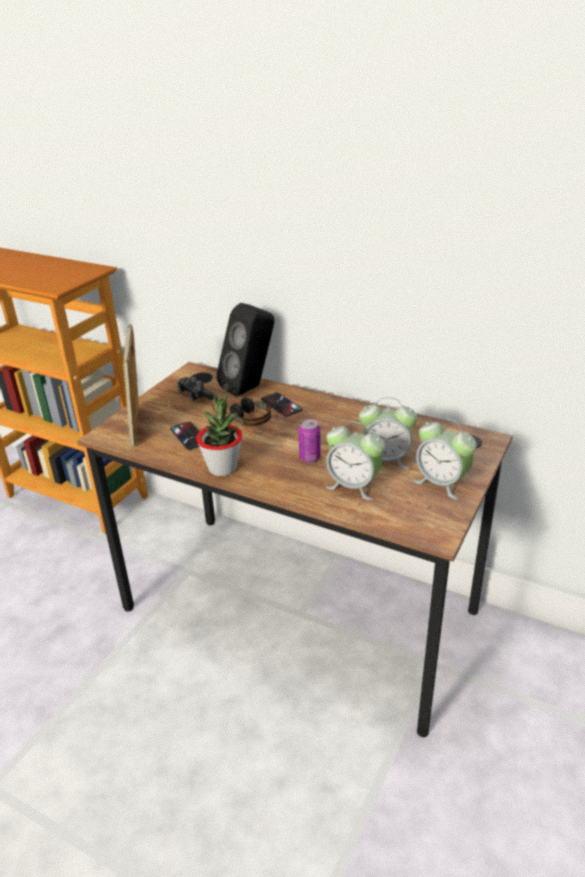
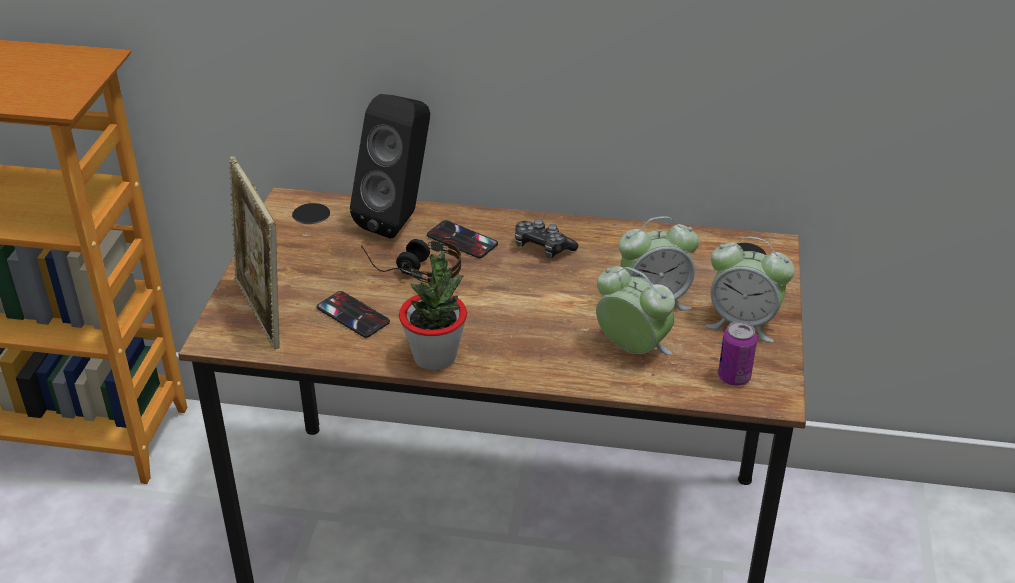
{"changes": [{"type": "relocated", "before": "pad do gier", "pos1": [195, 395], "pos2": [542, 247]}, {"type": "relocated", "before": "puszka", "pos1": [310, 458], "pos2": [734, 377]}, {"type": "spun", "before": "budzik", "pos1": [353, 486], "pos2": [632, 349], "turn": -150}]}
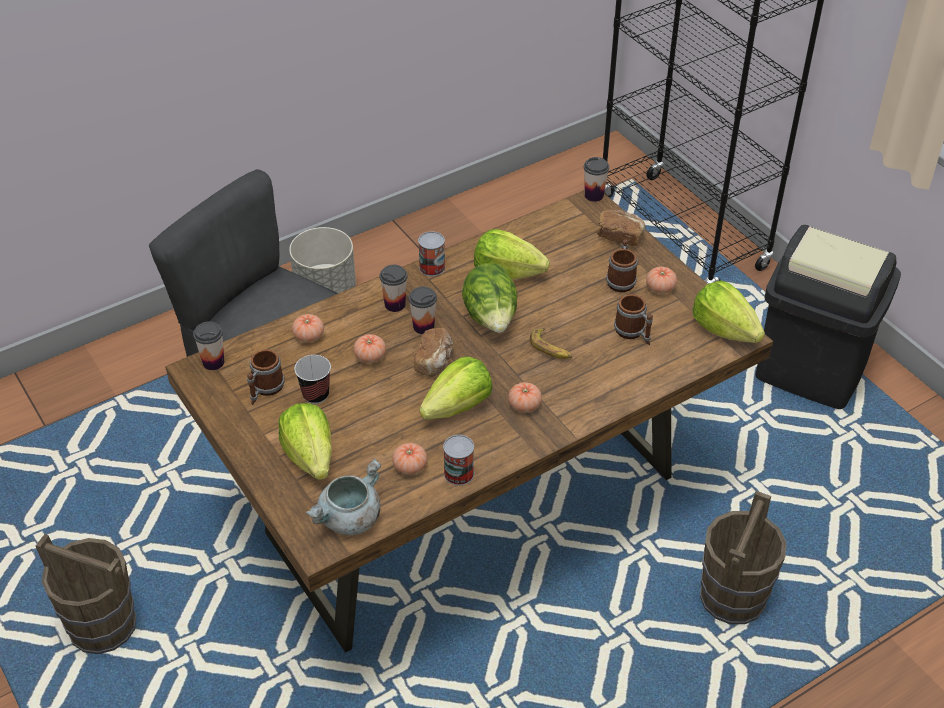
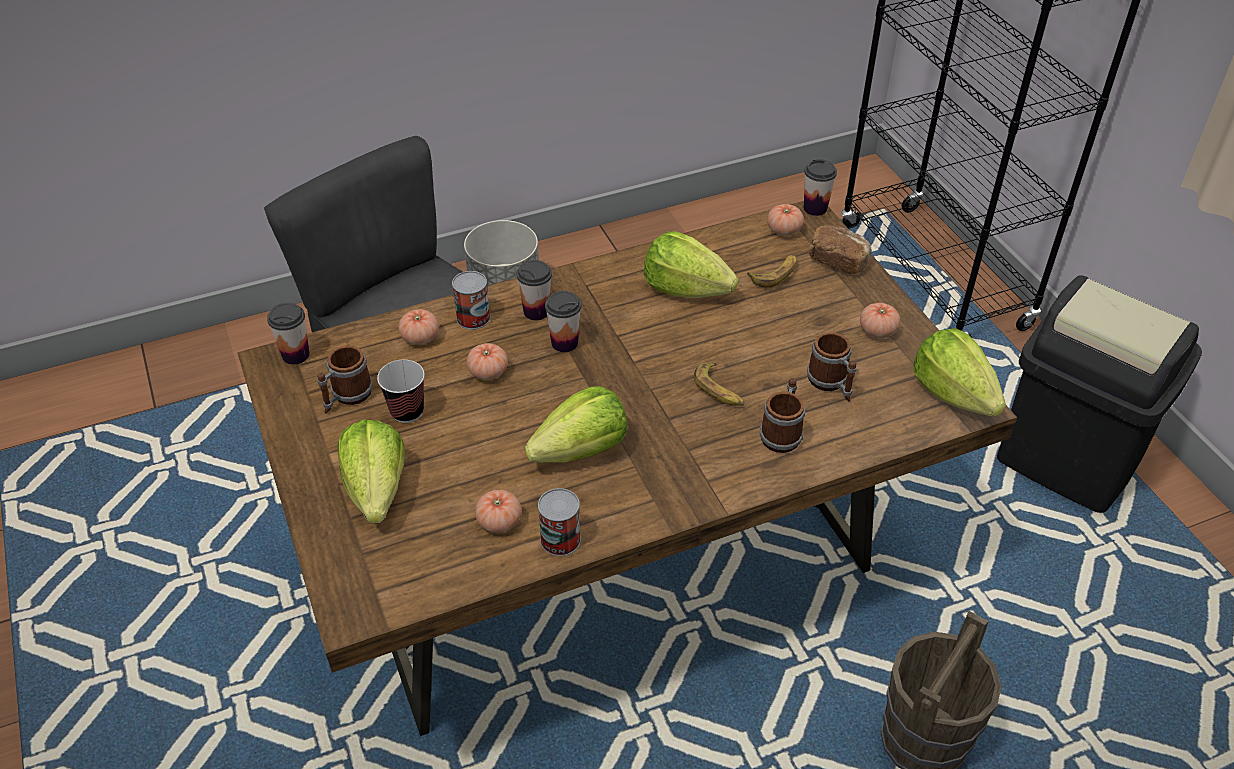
{"changes": [{"type": "relocated", "before": "puszka", "pos1": [432, 267], "pos2": [473, 318]}, {"type": "relocated", "before": "kubek", "pos1": [621, 279], "pos2": [782, 433]}, {"type": "missing", "before": "sałata", "pos1": [491, 318]}, {"type": "missing", "before": "chleb", "pos1": [435, 361]}, {"type": "relocated", "before": "pomidor", "pos1": [524, 405], "pos2": [784, 230]}, {"type": "missing", "before": "garnek/szary", "pos1": [349, 520]}, {"type": "missing", "before": "wiadro/brązowy", "pos1": [102, 626]}, {"type": "appeared", "after": "banan", "pos2": [775, 274]}]}
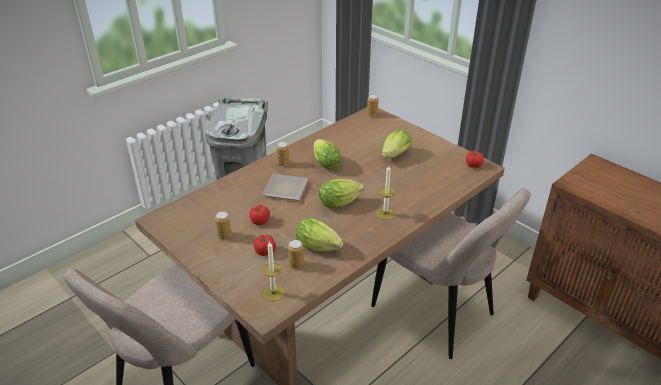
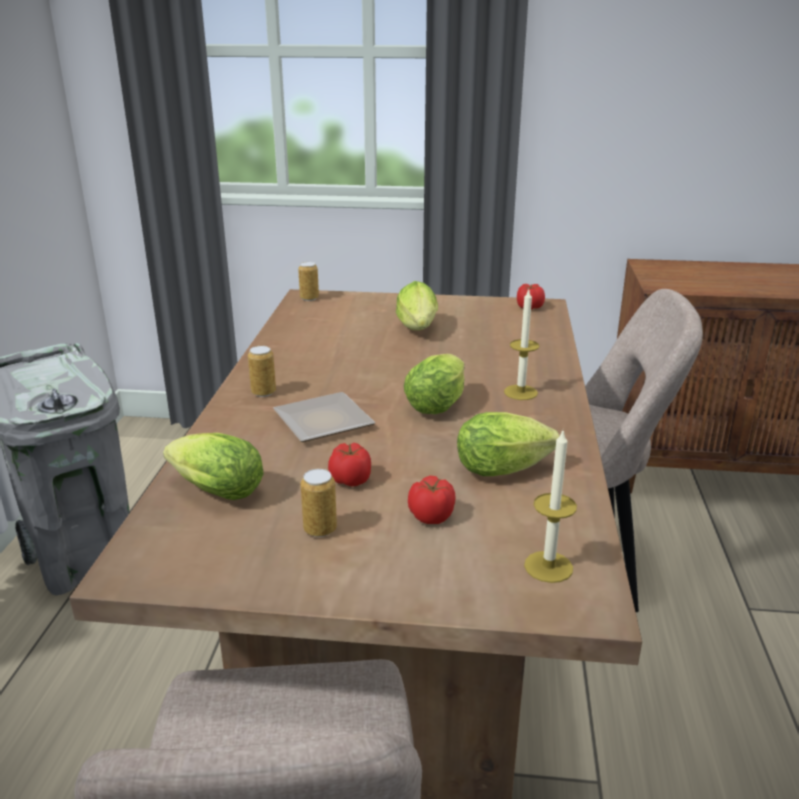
{"changes": [{"type": "relocated", "before": "sałata", "pos1": [324, 163], "pos2": [213, 490]}, {"type": "missing", "before": "puszka", "pos1": [296, 265]}]}
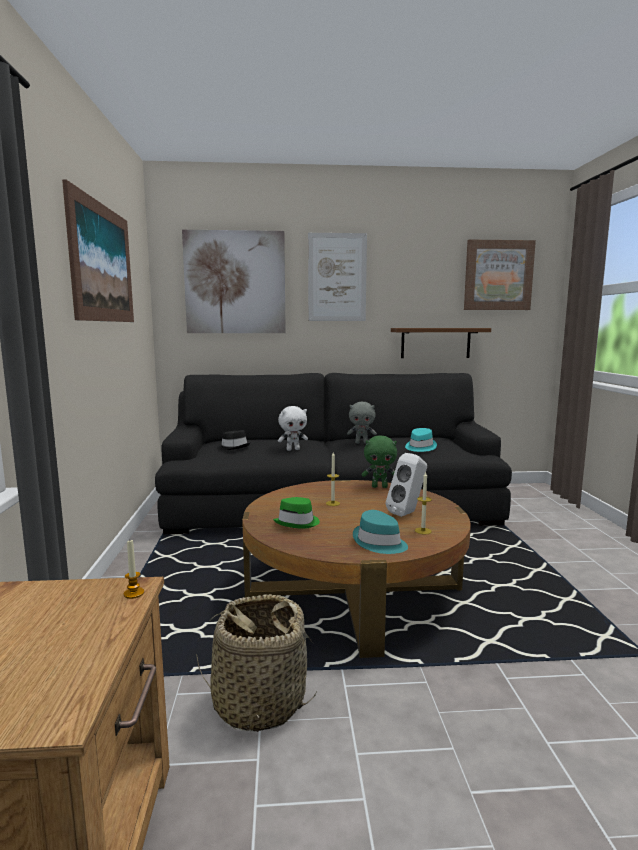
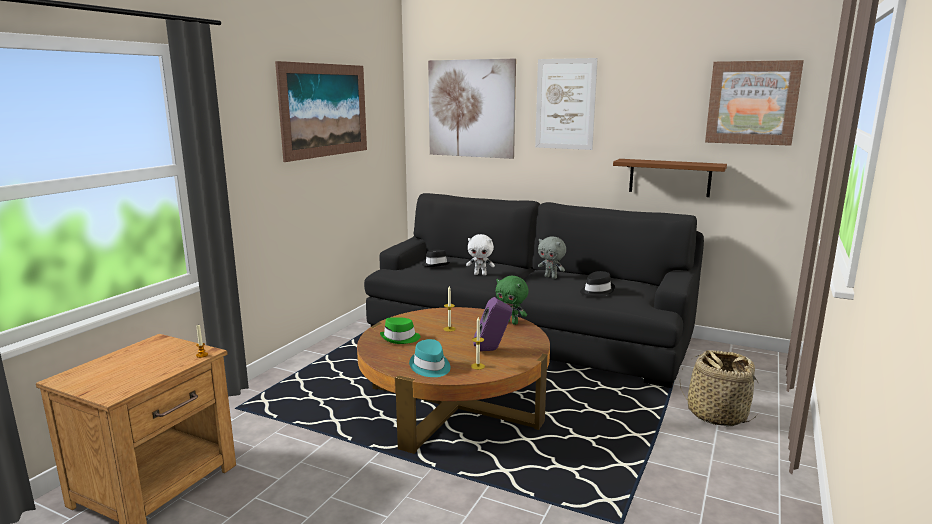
{"changes": [{"type": "colour", "before": "kapelusz/turkusowy", "after": "kapelusz/czarny", "pos1": [420, 447], "pos2": [596, 291]}, {"type": "colour", "before": "głośnik/biały", "after": "głośnik/fioletowy", "pos1": [408, 513], "pos2": [492, 350]}, {"type": "relocated", "before": "koszyk", "pos1": [259, 702], "pos2": [716, 414]}]}
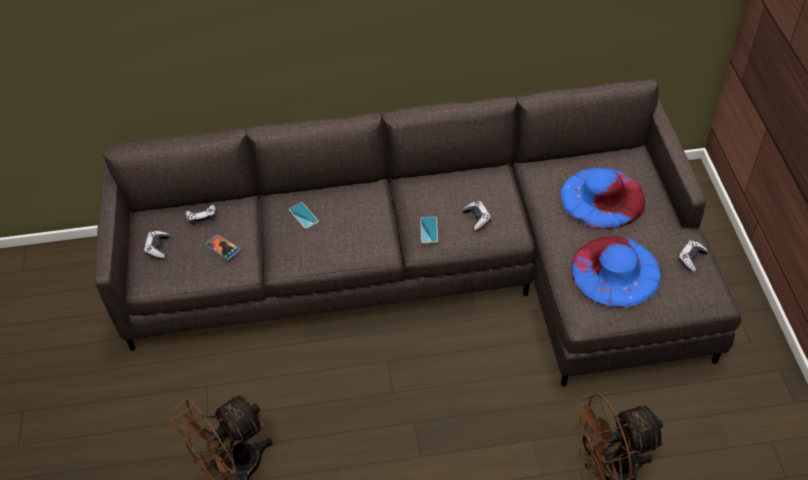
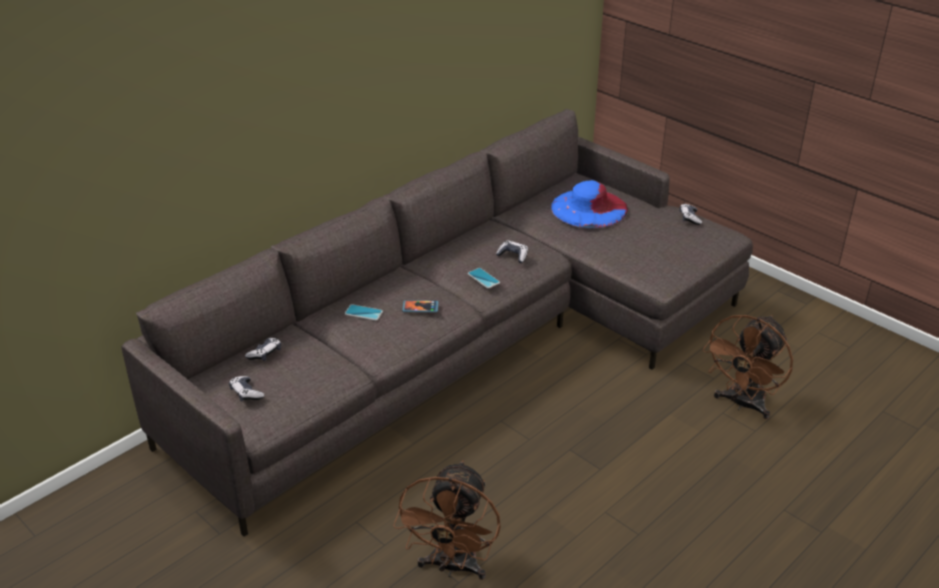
{"changes": [{"type": "relocated", "before": "telefon", "pos1": [223, 248], "pos2": [420, 307]}, {"type": "missing", "before": "kapelusz/niebieski", "pos1": [616, 271]}]}
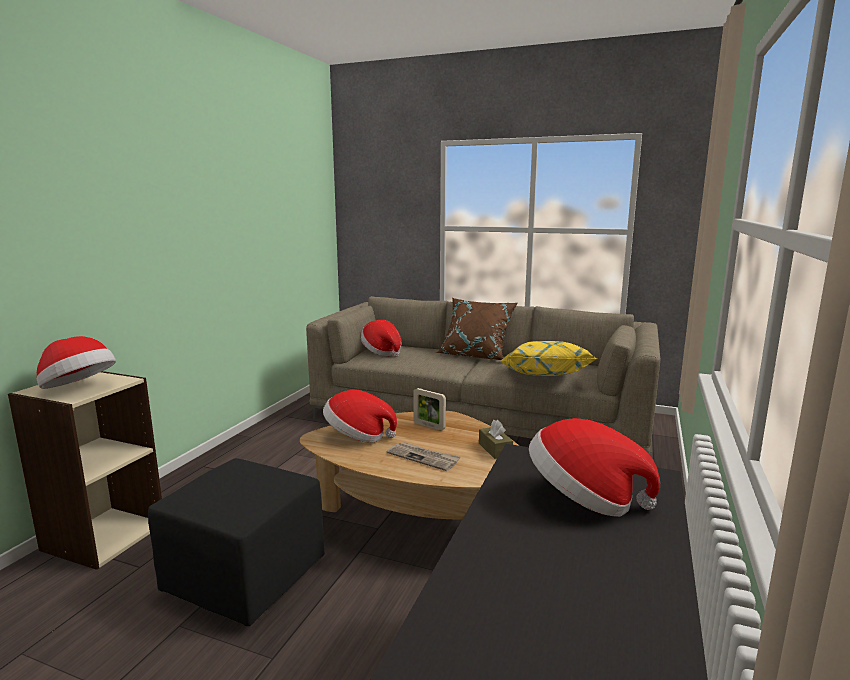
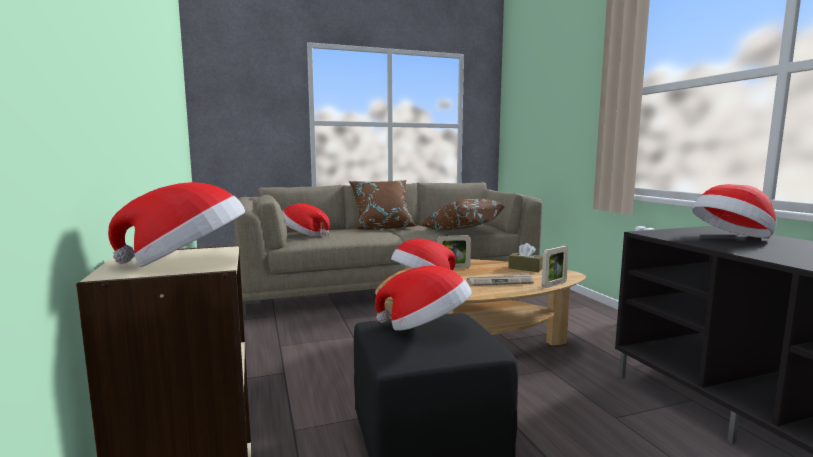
{"changes": [{"type": "colour", "before": "poduszka/żółty", "after": "poduszka/brązowy", "pos1": [543, 377], "pos2": [461, 230]}, {"type": "appeared", "after": "ramka na zdjęcie", "pos2": [554, 284]}, {"type": "appeared", "after": "kapelusz", "pos2": [426, 327]}]}
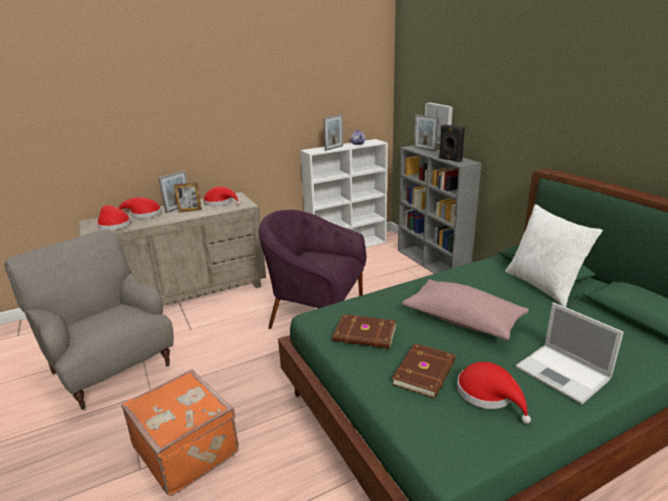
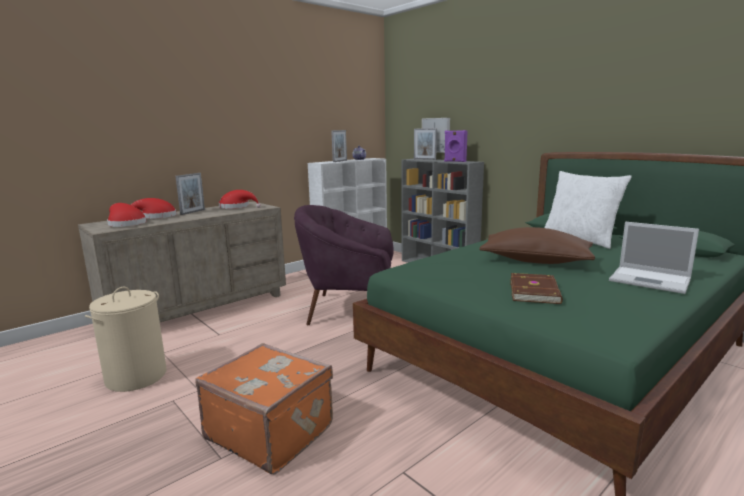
{"changes": [{"type": "colour", "before": "głośnik/czarny", "after": "głośnik/fioletowy", "pos1": [449, 160], "pos2": [455, 161]}, {"type": "missing", "before": "ramka na zdjęcie", "pos1": [190, 210]}, {"type": "exchanged", "before": "fotel/szary", "after": "kosz na pranie/beżowy", "pos1": [110, 368], "pos2": [136, 376]}, {"type": "colour", "before": "poduszka/różowy", "after": "poduszka/brązowy", "pos1": [462, 320], "pos2": [535, 261]}, {"type": "missing", "before": "książka/brązowy", "pos1": [365, 335]}, {"type": "missing", "before": "kapelusz/czerwony", "pos1": [489, 394]}]}
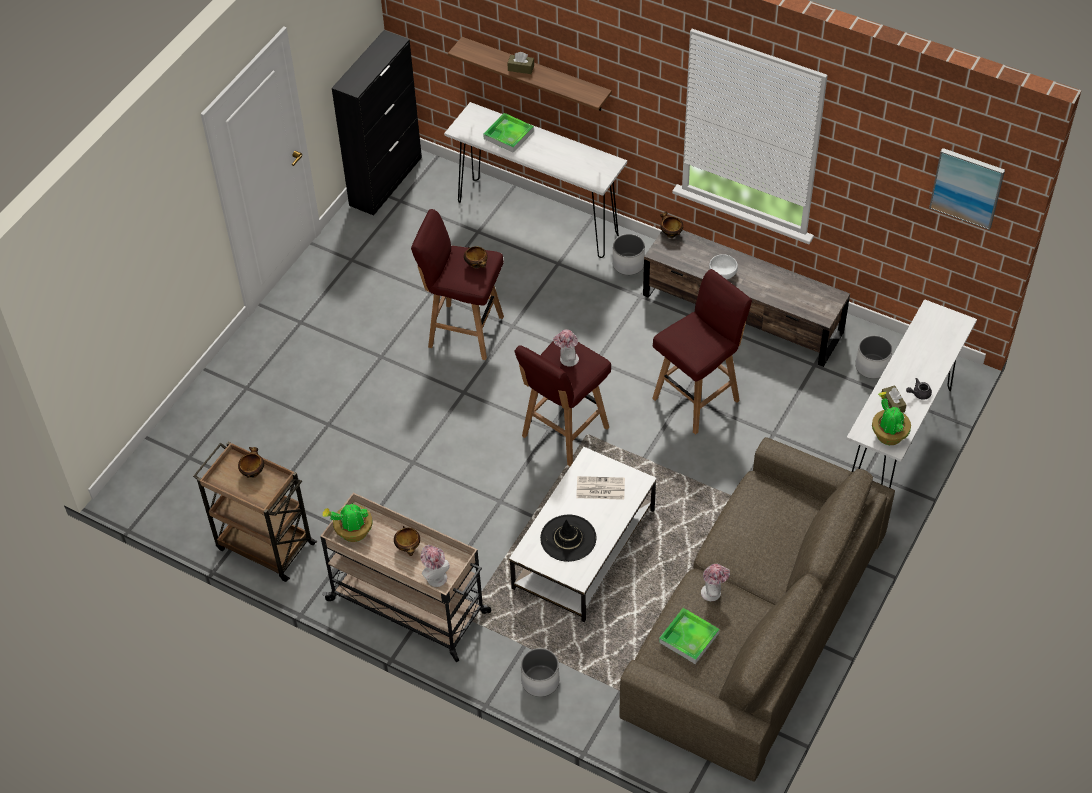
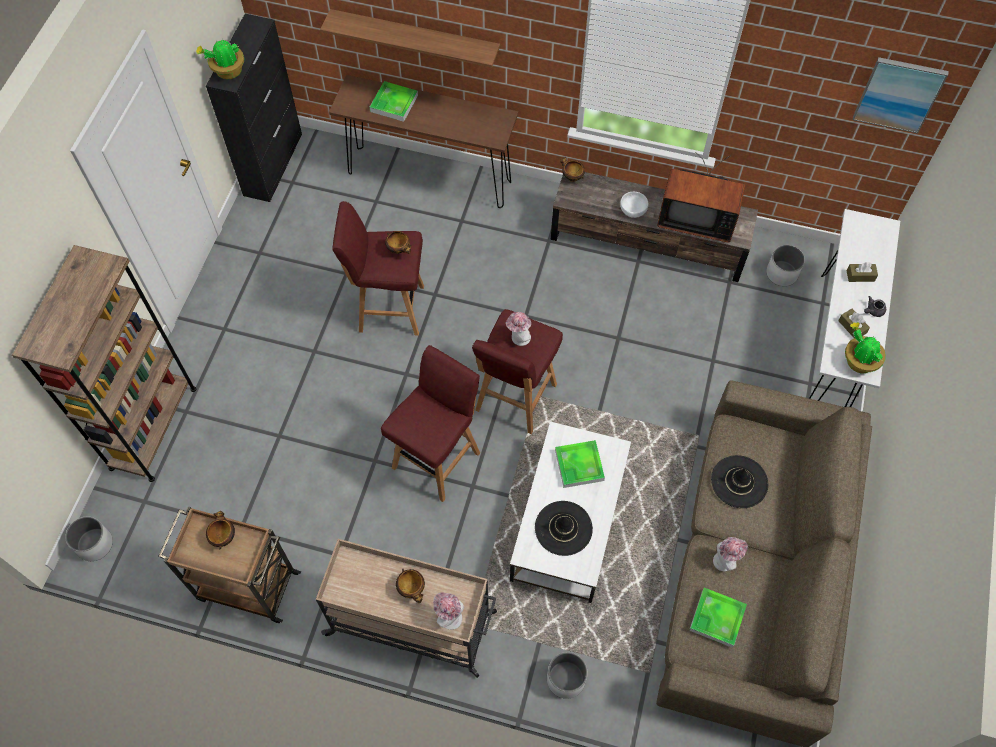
{"changes": [{"type": "relocated", "before": "pudełko chusteczek/brązowy", "pos1": [521, 68], "pos2": [860, 276]}, {"type": "colour", "before": "stolik konsolowy/biały", "after": "stolik konsolowy/brązowy", "pos1": [537, 218], "pos2": [429, 177]}, {"type": "relocated", "before": "donica/biały", "pos1": [628, 264], "pos2": [94, 544]}, {"type": "relocated", "before": "stołek/czerwony", "pos1": [697, 398], "pos2": [437, 458]}, {"type": "exchanged", "before": "gazeta", "after": "taca", "pos1": [599, 488], "pos2": [579, 465]}, {"type": "relocated", "before": "roślina doniczkowa", "pos1": [352, 532], "pos2": [228, 71]}, {"type": "appeared", "after": "telewizor", "pos2": [696, 218]}, {"type": "appeared", "after": "regał/brązowy", "pos2": [153, 428]}, {"type": "appeared", "after": "kapelusz/czarny", "pos2": [739, 482]}]}
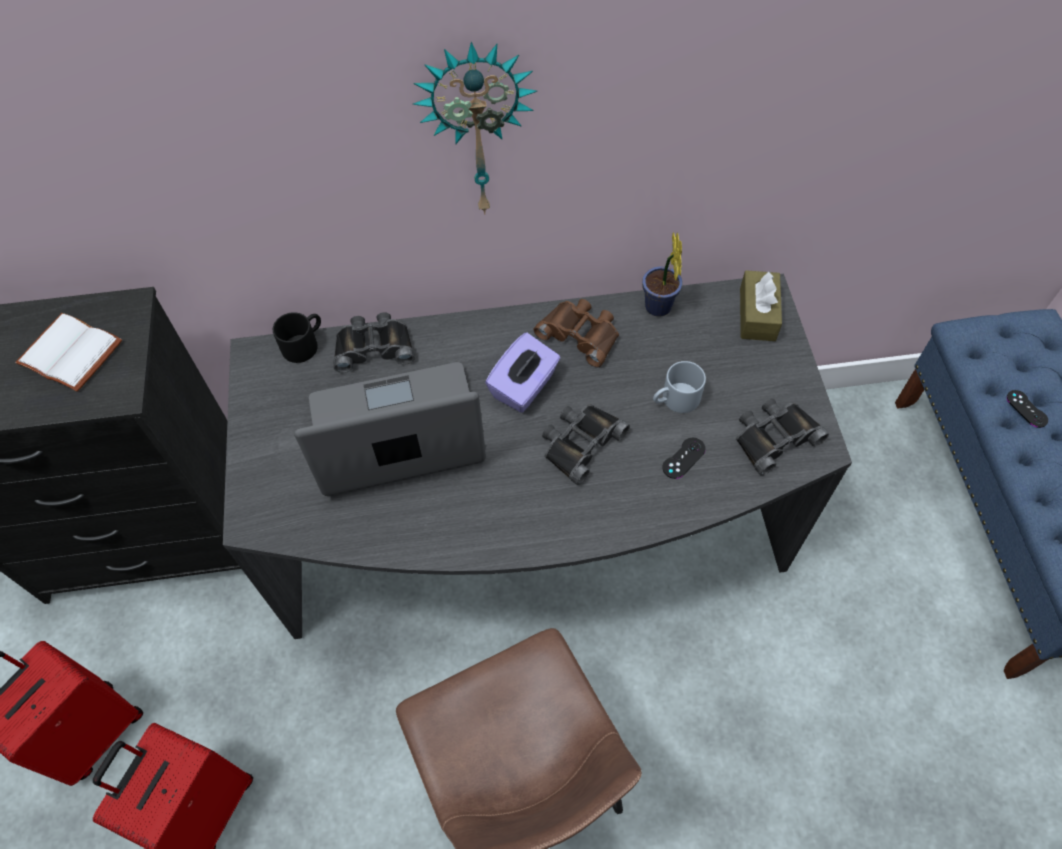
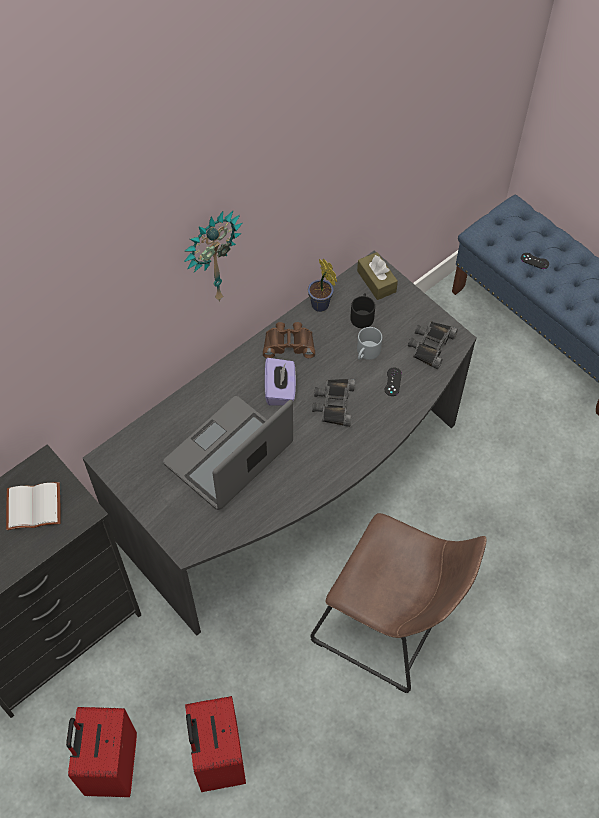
{"changes": [{"type": "relocated", "before": "kubek/czarny", "pos1": [304, 343], "pos2": [362, 315]}, {"type": "missing", "before": "lornetka/czarny", "pos1": [374, 346]}]}
